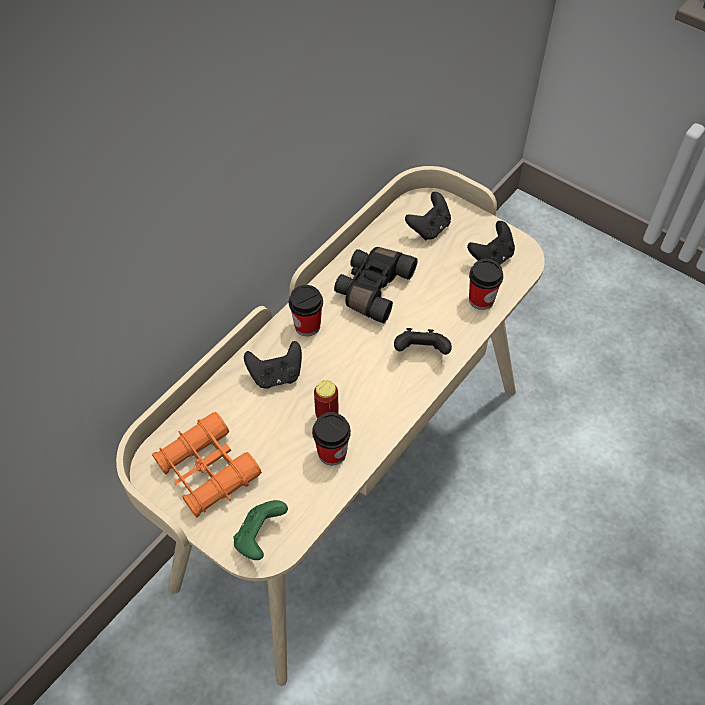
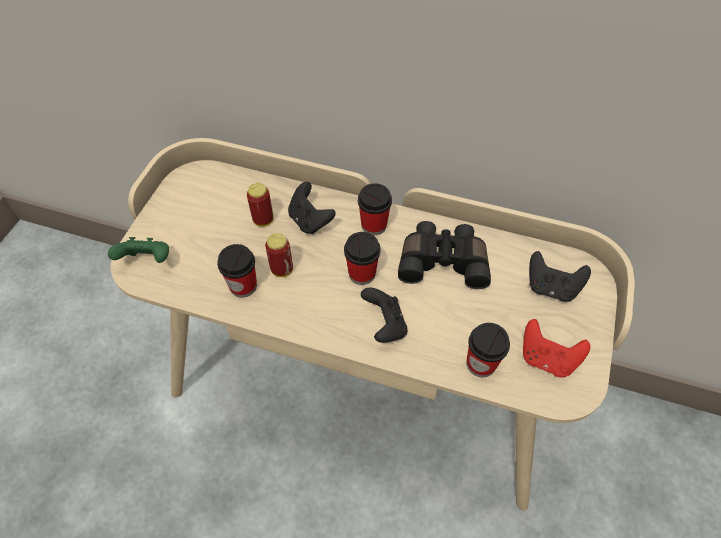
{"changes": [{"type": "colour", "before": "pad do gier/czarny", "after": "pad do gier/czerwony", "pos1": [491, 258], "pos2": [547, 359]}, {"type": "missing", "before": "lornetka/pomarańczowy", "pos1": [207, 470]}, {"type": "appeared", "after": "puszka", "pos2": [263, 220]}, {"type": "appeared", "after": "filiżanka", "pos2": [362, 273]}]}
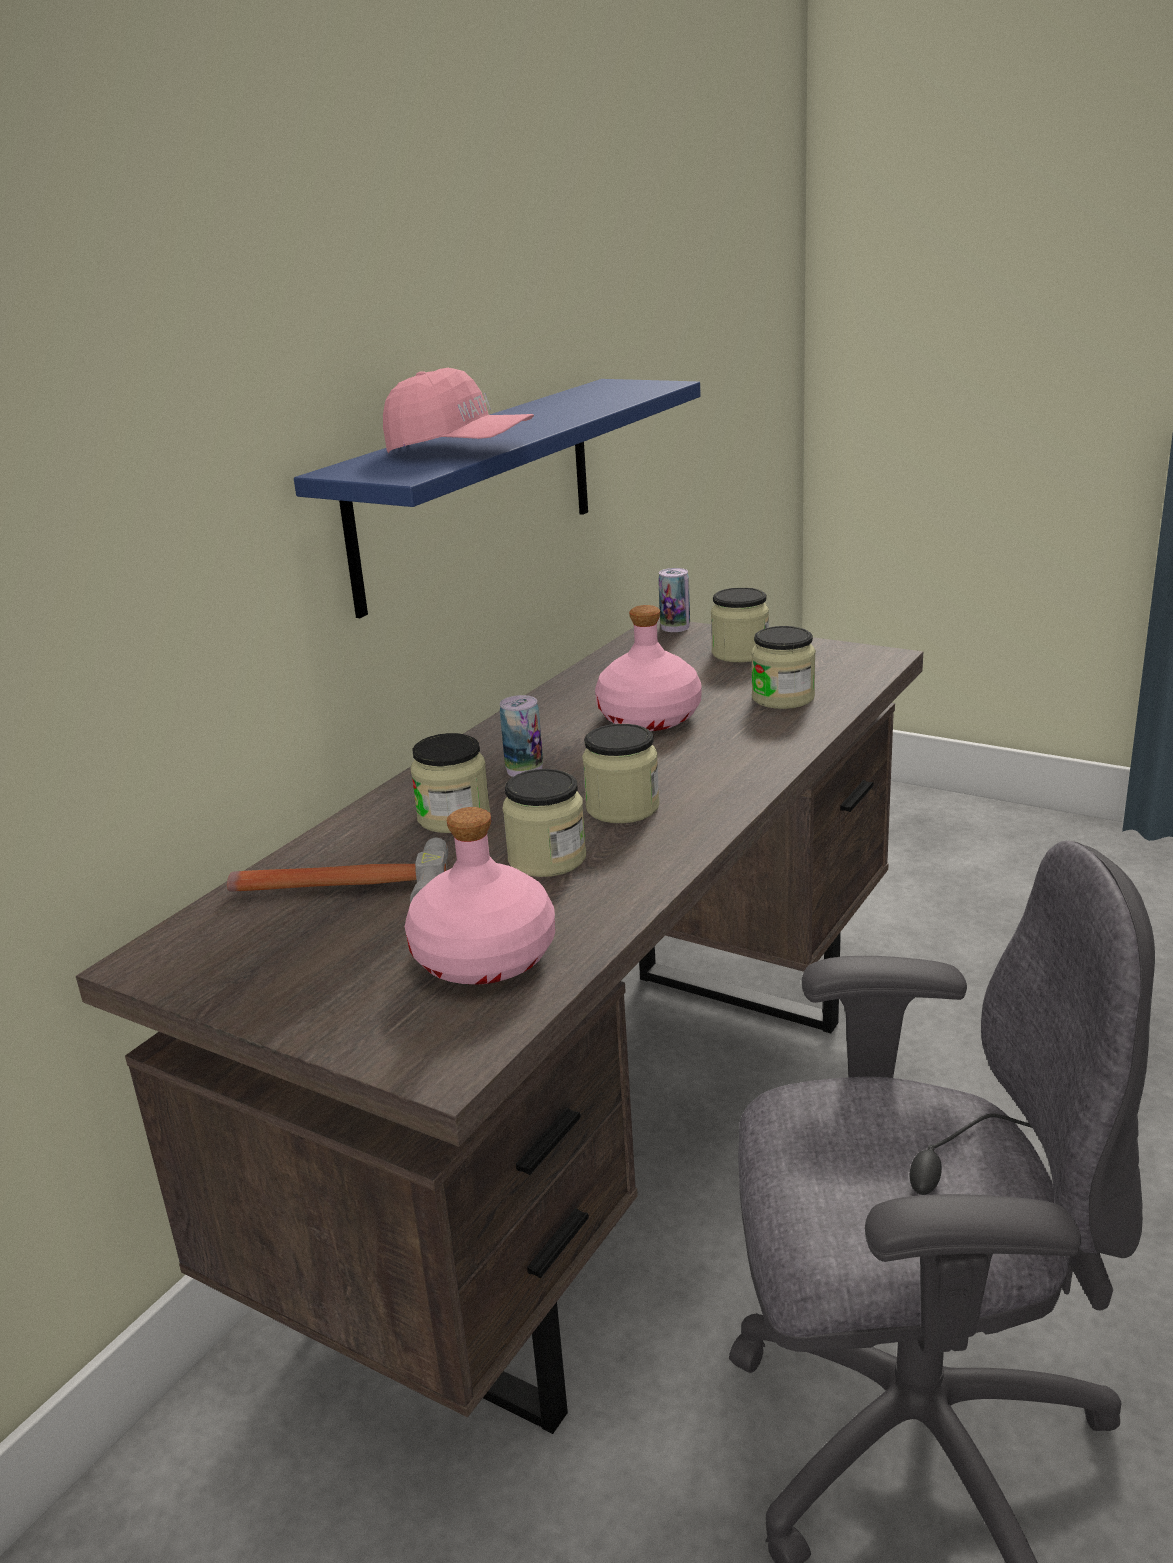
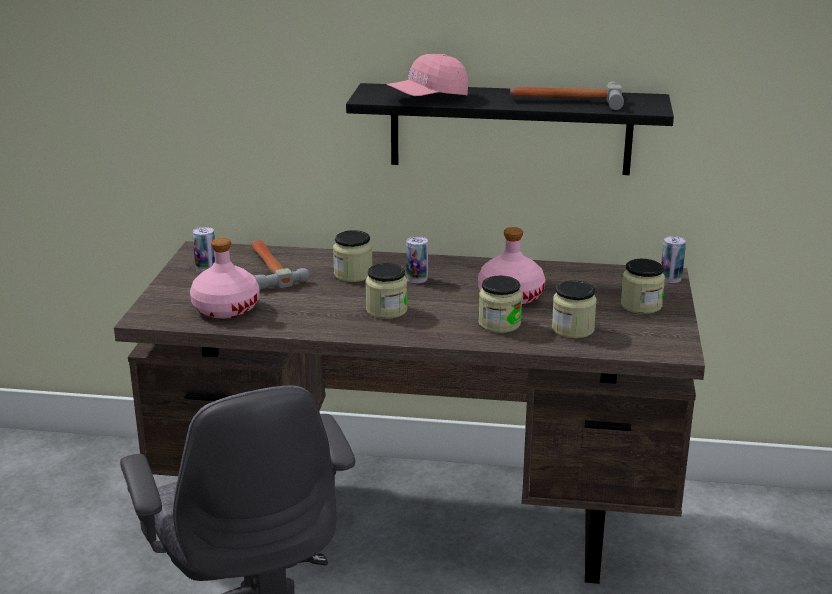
{"changes": [{"type": "spun", "before": "czapka z daszkiem/różowy", "pos1": [459, 449], "pos2": [428, 97], "turn": 60}, {"type": "colour", "before": "półka/niebieski", "after": "półka/czarny", "pos1": [476, 491], "pos2": [510, 129]}, {"type": "relocated", "before": "słoik", "pos1": [547, 859], "pos2": [499, 324]}, {"type": "appeared", "after": "młotek", "pos2": [565, 101]}, {"type": "appeared", "after": "puszka", "pos2": [206, 268]}]}
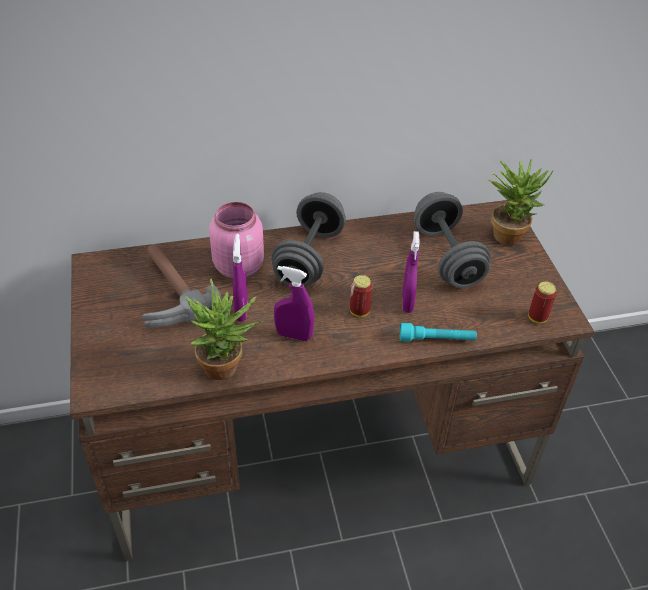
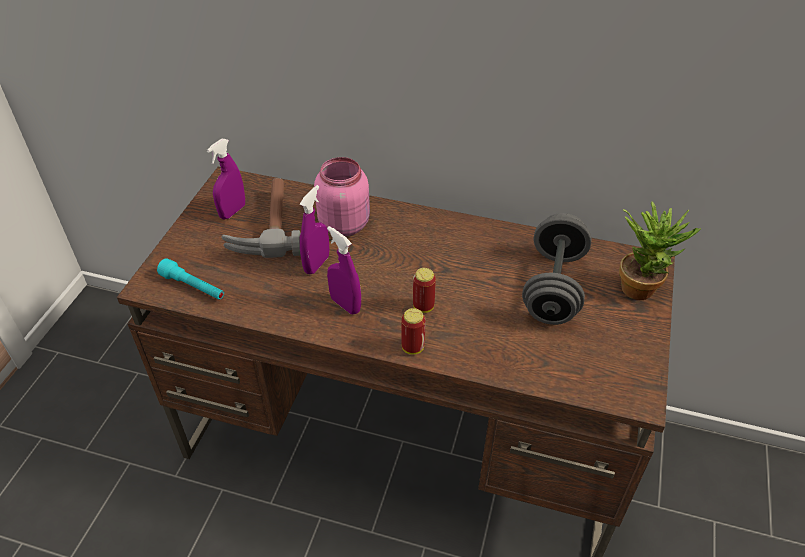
{"changes": [{"type": "missing", "before": "hantel/szary", "pos1": [309, 257]}, {"type": "relocated", "before": "spryskiwacz/fioletowy", "pos1": [407, 302], "pos2": [232, 211]}, {"type": "missing", "before": "roślina doniczkowa", "pos1": [227, 369]}, {"type": "relocated", "before": "puszka", "pos1": [537, 318], "pos2": [413, 347]}, {"type": "relocated", "before": "latarka/turkusowy", "pos1": [436, 340], "pos2": [193, 287]}]}
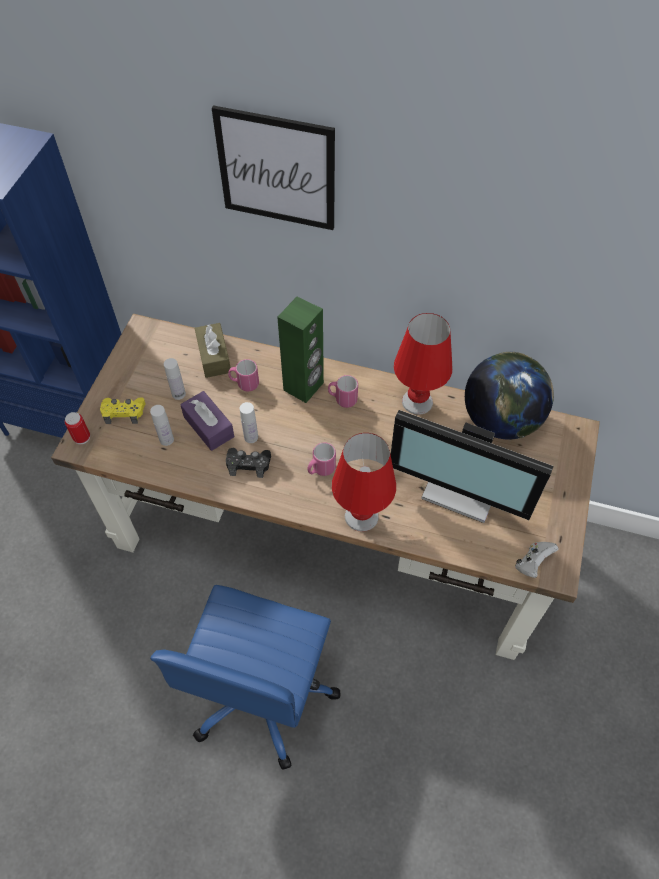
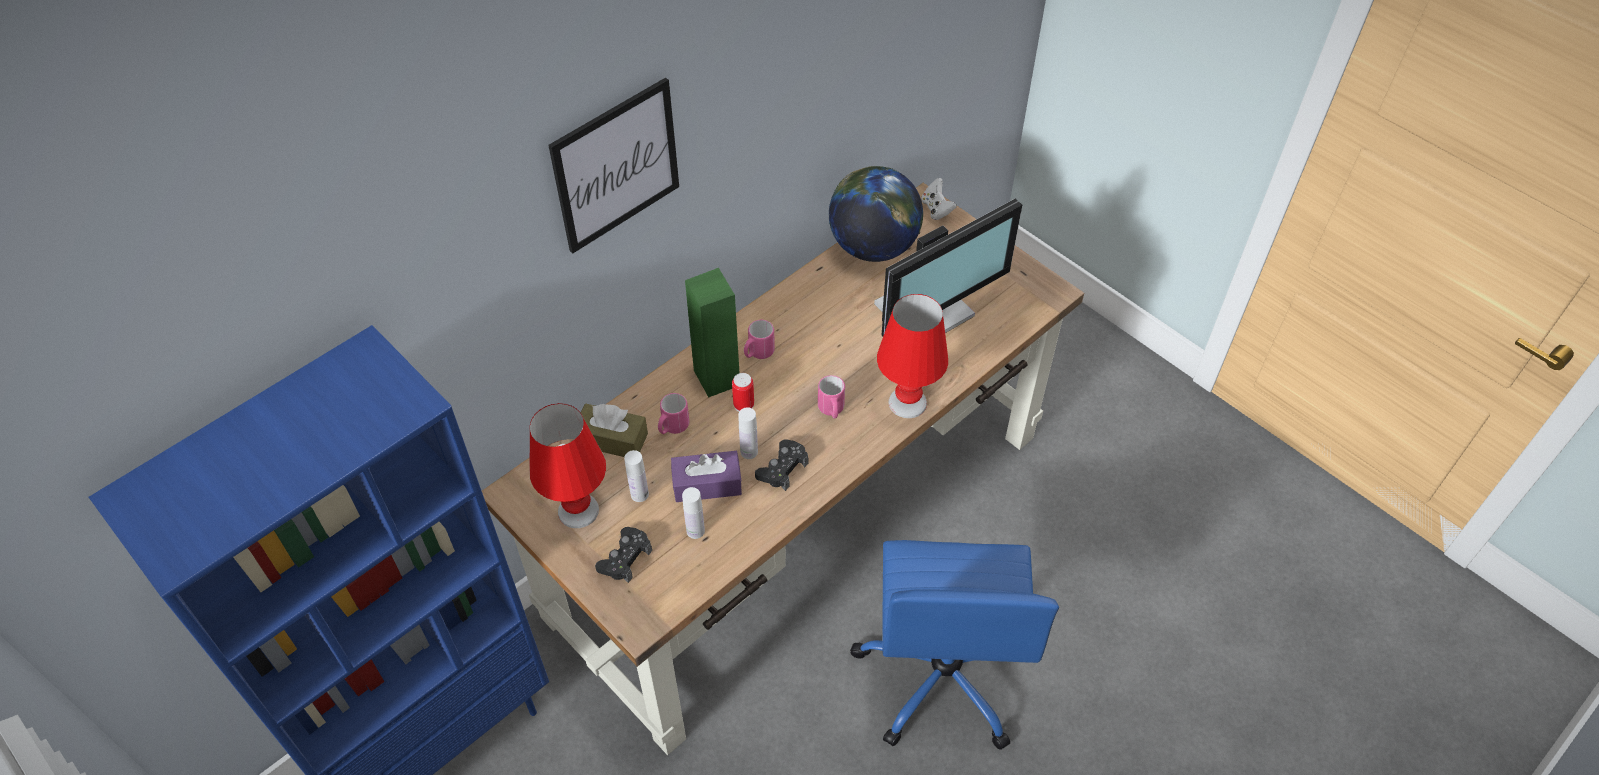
{"changes": [{"type": "relocated", "before": "lampa stołowa/czerwony", "pos1": [417, 401], "pos2": [578, 510]}, {"type": "colour", "before": "pad do gier/żółty", "after": "pad do gier/czarny", "pos1": [124, 412], "pos2": [625, 558]}, {"type": "relocated", "before": "puszka", "pos1": [82, 437], "pos2": [743, 405]}, {"type": "relocated", "before": "pad do gier/biały", "pos1": [532, 563], "pos2": [936, 209]}, {"type": "spun", "before": "krzesło biurowe/niebieski", "pos1": [263, 692], "pos2": [944, 675], "turn": 45}]}
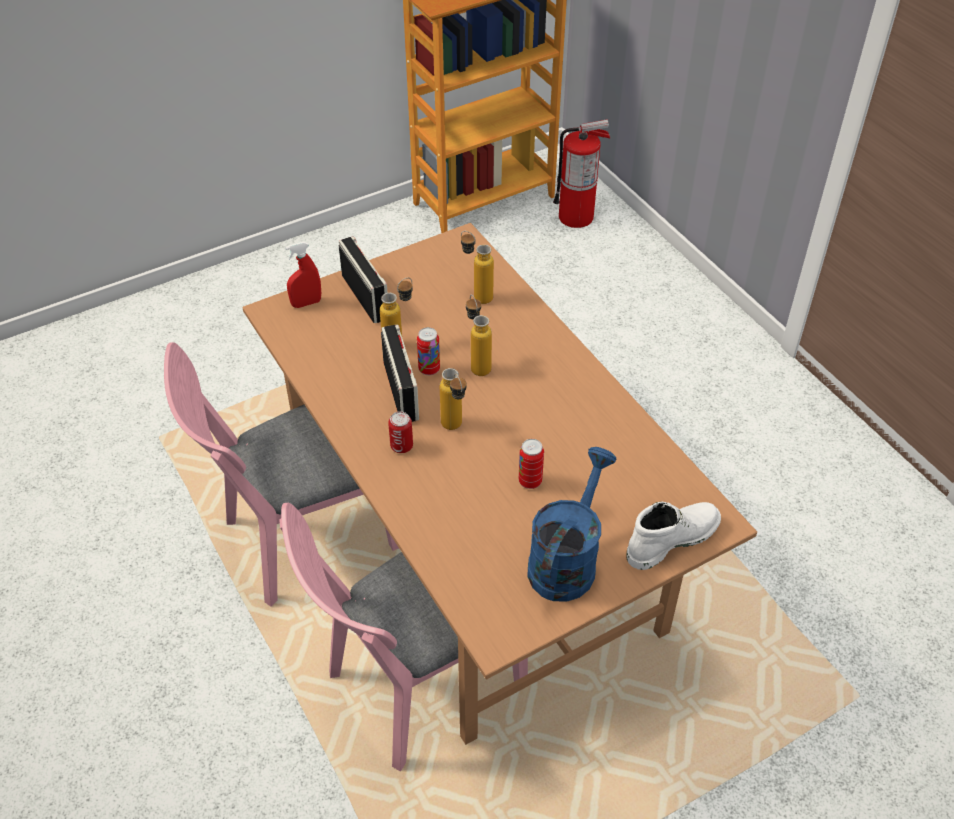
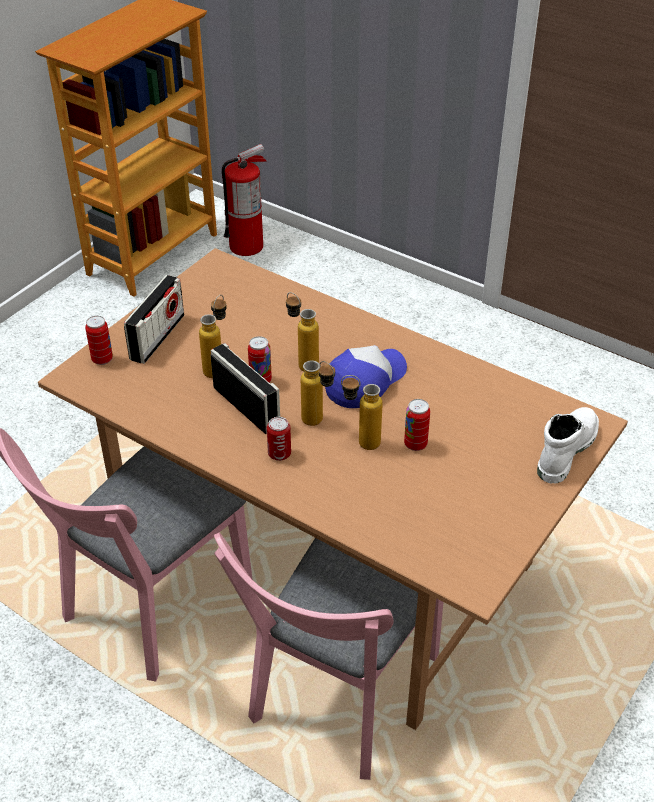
{"changes": [{"type": "relocated", "before": "butelka", "pos1": [476, 295], "pos2": [360, 442]}, {"type": "spun", "before": "radio", "pos1": [365, 297], "pos2": [157, 337], "turn": 75}, {"type": "exchanged", "before": "spryskiwacz/czerwony", "after": "puszka", "pos1": [306, 303], "pos2": [102, 359]}, {"type": "missing", "before": "konewka/niebieski", "pos1": [566, 559]}, {"type": "appeared", "after": "czapka z daszkiem", "pos2": [365, 381]}]}
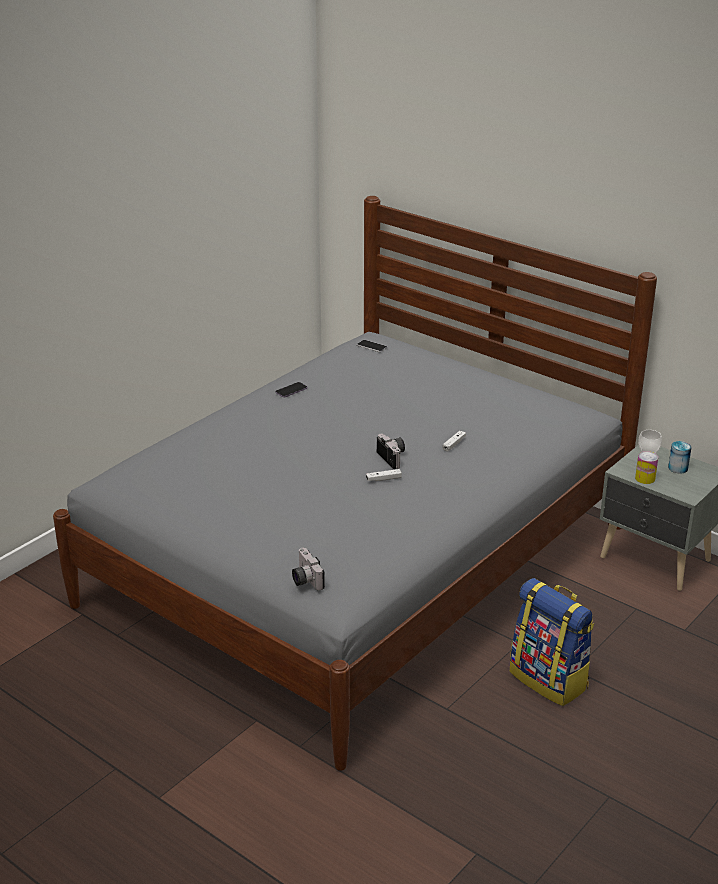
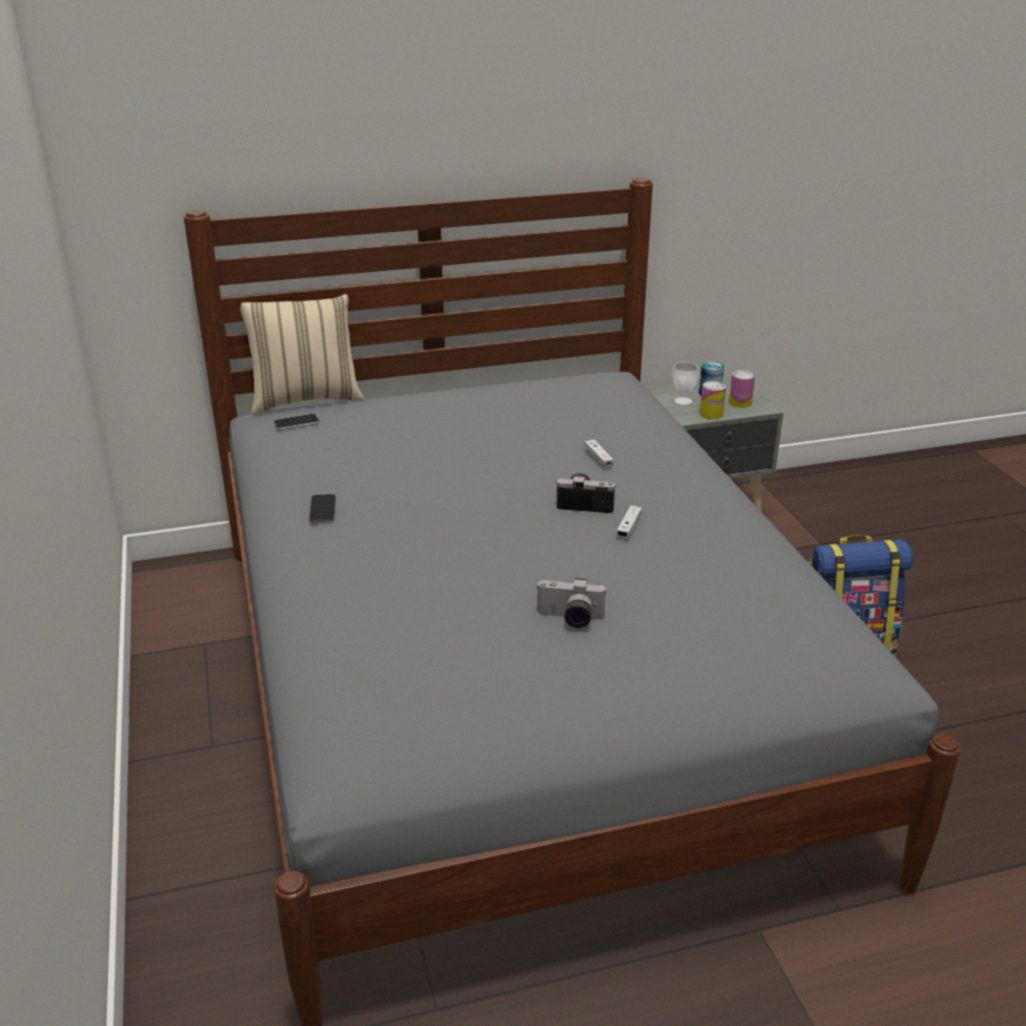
{"changes": [{"type": "relocated", "before": "aparat fotograficzny", "pos1": [304, 579], "pos2": [569, 619]}, {"type": "appeared", "after": "poduszka/beżowy", "pos2": [306, 399]}, {"type": "appeared", "after": "puszka", "pos2": [740, 402]}]}
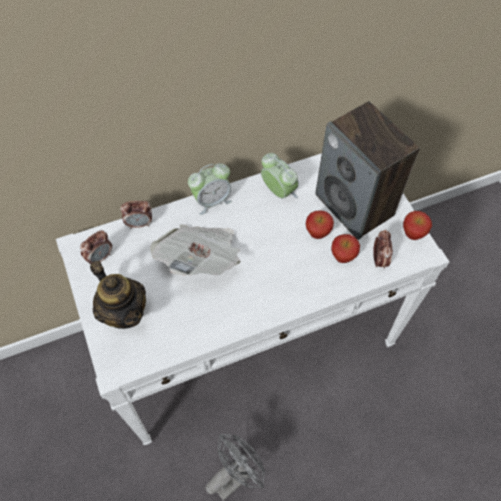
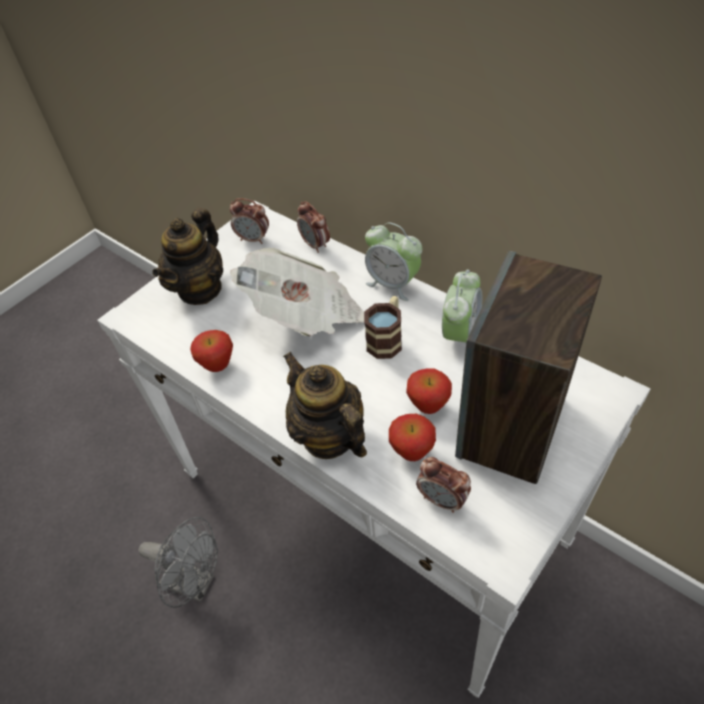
{"changes": [{"type": "relocated", "before": "jabłko", "pos1": [412, 235], "pos2": [218, 366]}, {"type": "spun", "before": "budzik", "pos1": [379, 259], "pos2": [442, 500], "turn": 60}, {"type": "appeared", "after": "kubek", "pos2": [387, 339]}, {"type": "appeared", "after": "imbryk", "pos2": [328, 436]}]}
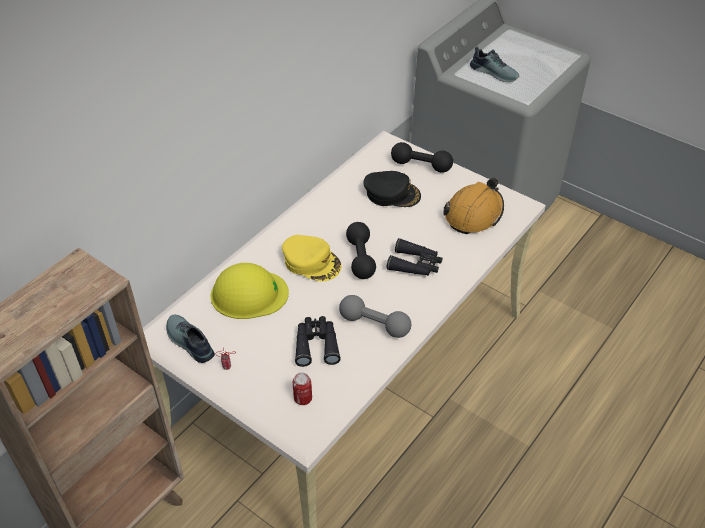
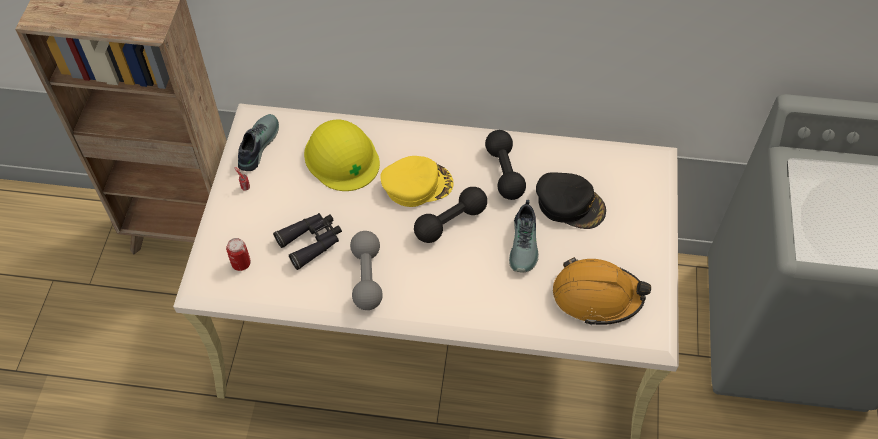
{"changes": [{"type": "relocated", "before": "but", "pos1": [494, 72], "pos2": [525, 244]}, {"type": "relocated", "before": "hantel/czarny", "pos1": [421, 165], "pos2": [504, 172]}, {"type": "spun", "before": "czapka z daszkiem/czarny", "pos1": [392, 193], "pos2": [570, 204], "turn": -45}, {"type": "spun", "before": "czapka z daszkiem/żółty", "pos1": [311, 262], "pos2": [417, 184], "turn": -105}, {"type": "missing", "before": "lornetka/czarny", "pos1": [415, 265]}]}
